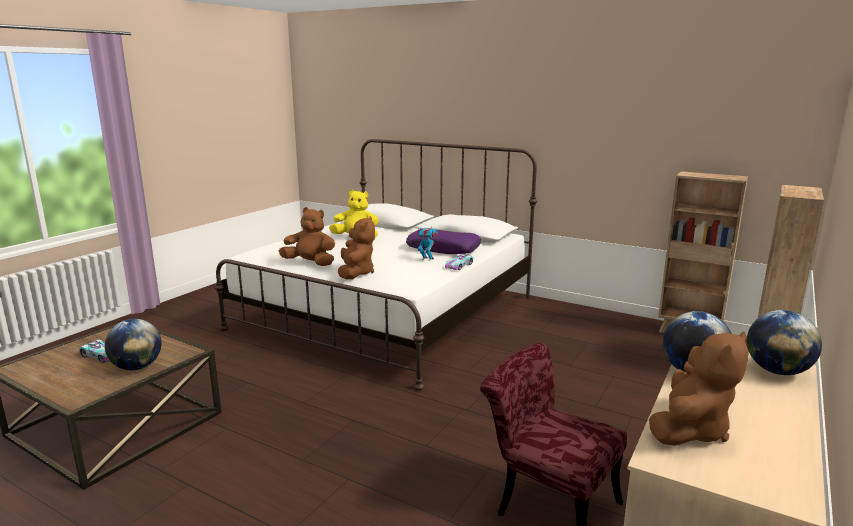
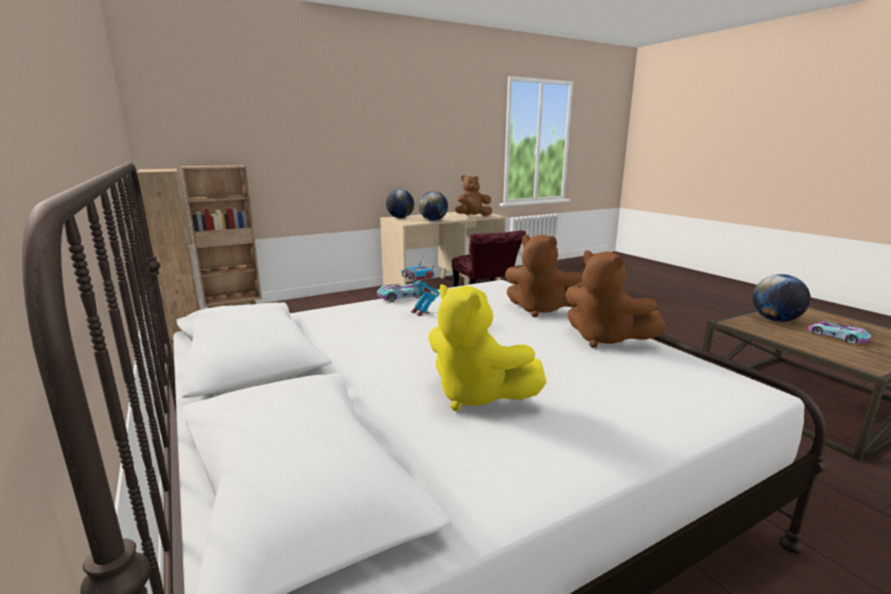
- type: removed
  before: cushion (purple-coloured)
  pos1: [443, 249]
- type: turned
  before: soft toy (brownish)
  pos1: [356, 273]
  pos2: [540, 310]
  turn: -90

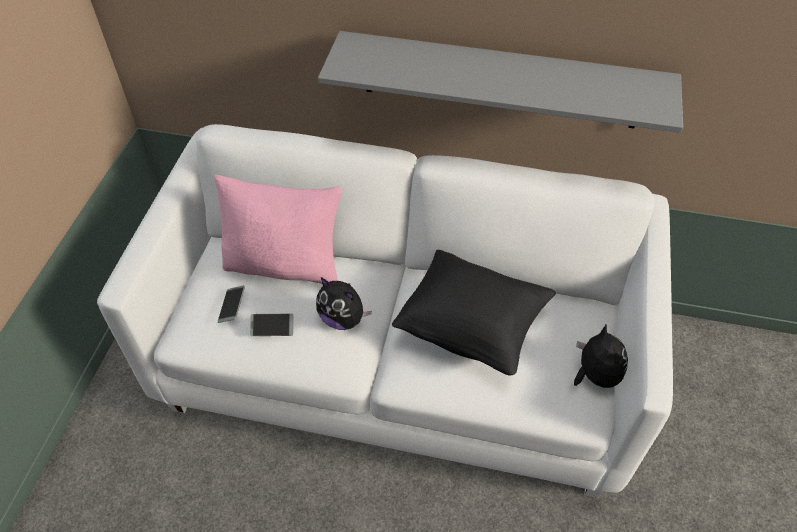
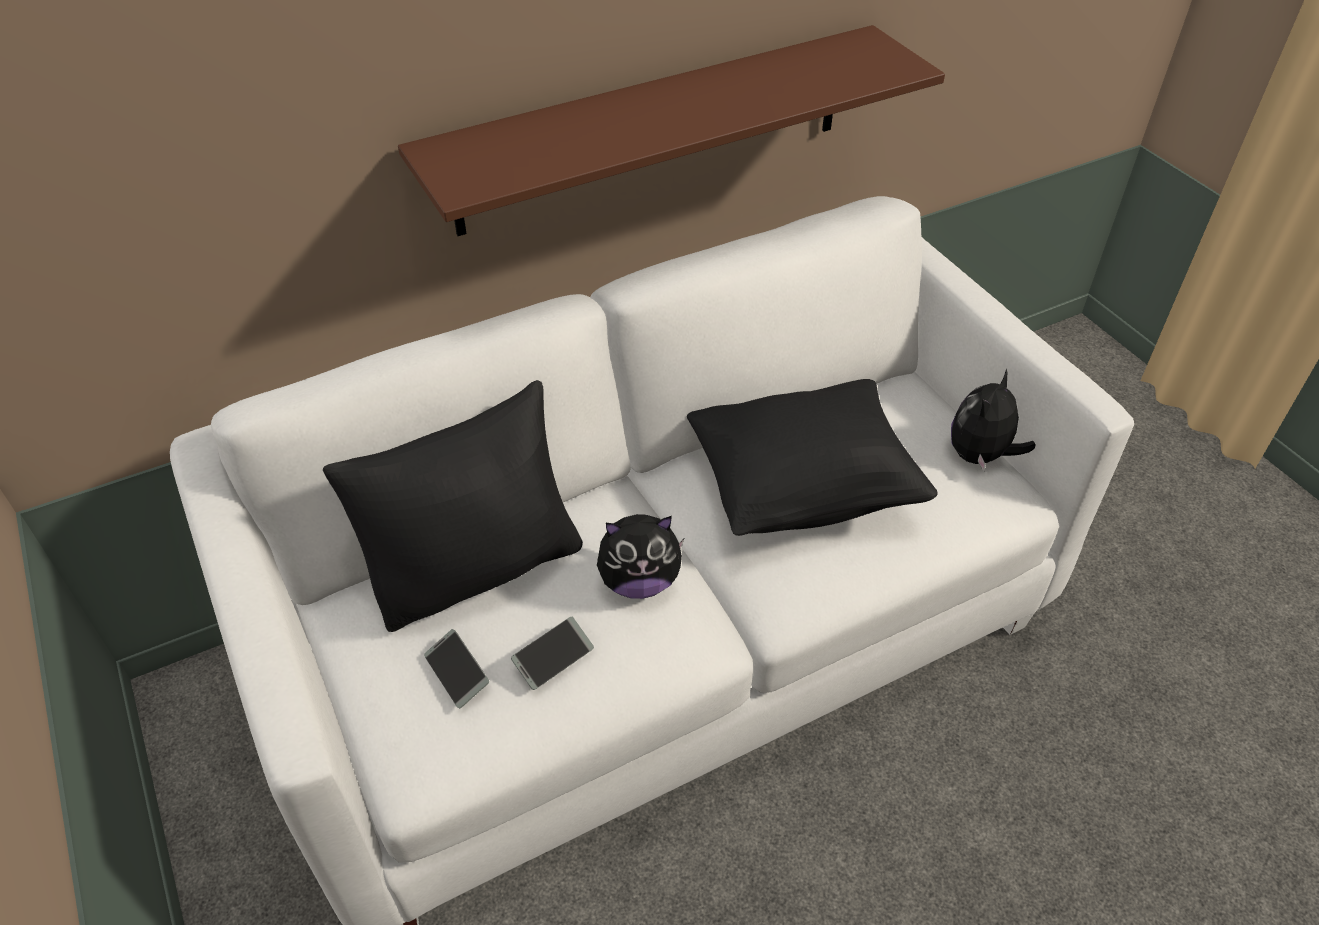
- type: recoloured
  before: cushion (pink-coloured)
  after: cushion (black)
  pos1: [285, 265]
  pos2: [477, 568]
- type: recoloured
  before: bracket shelf (gray)
  after: bracket shelf (brownish)
  pos1: [501, 80]
  pos2: [654, 130]
- type: turned
  before: soft toy
  pos1: [594, 375]
  pos2: [980, 456]
  turn: -90

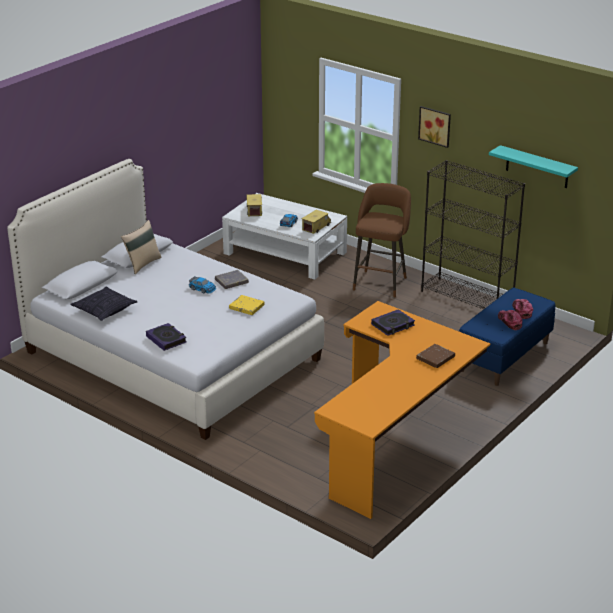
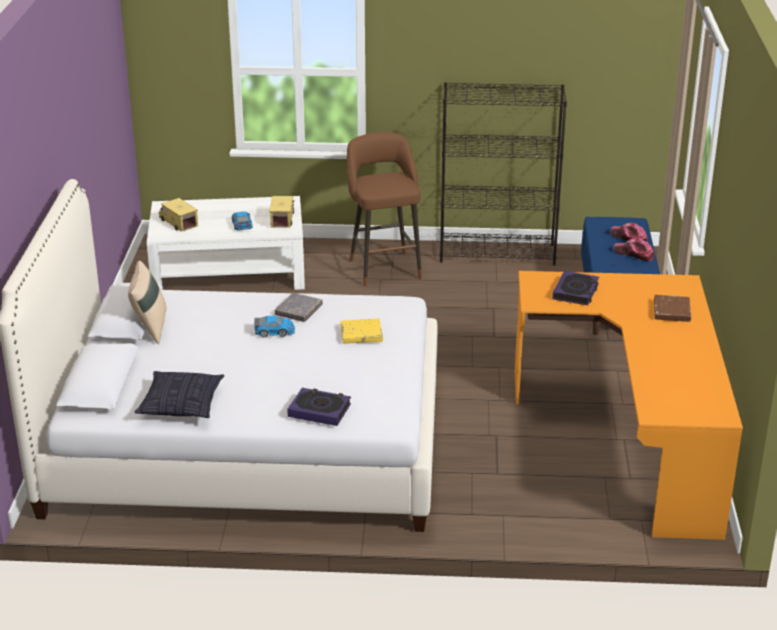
- type: removed
  before: picture
  pos1: [435, 126]
- type: removed
  before: bracket shelf (turquoise)
  pos1: [537, 167]

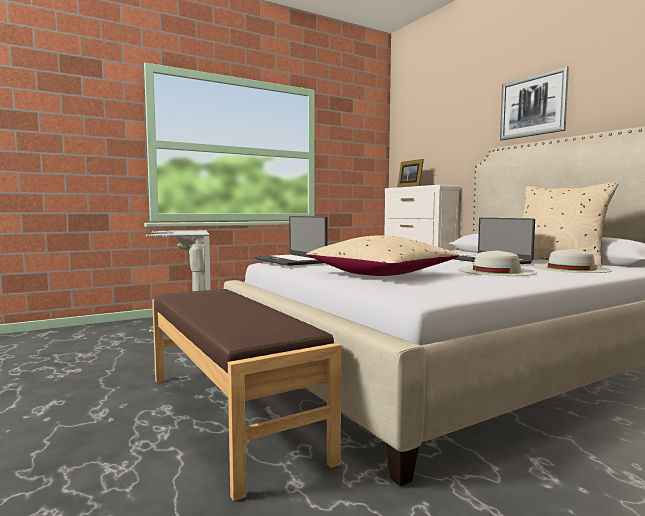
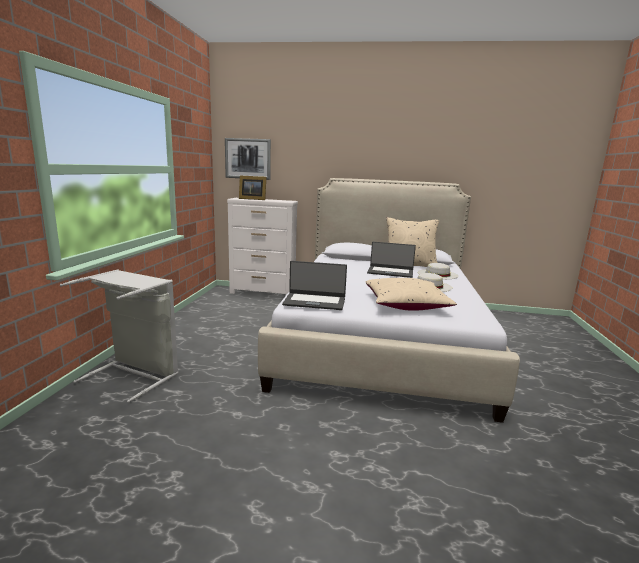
- type: removed
  before: long seat (brownish)
  pos1: [231, 414]
- type: moved
  before: picture
  pos1: [533, 106]
  pos2: [248, 158]

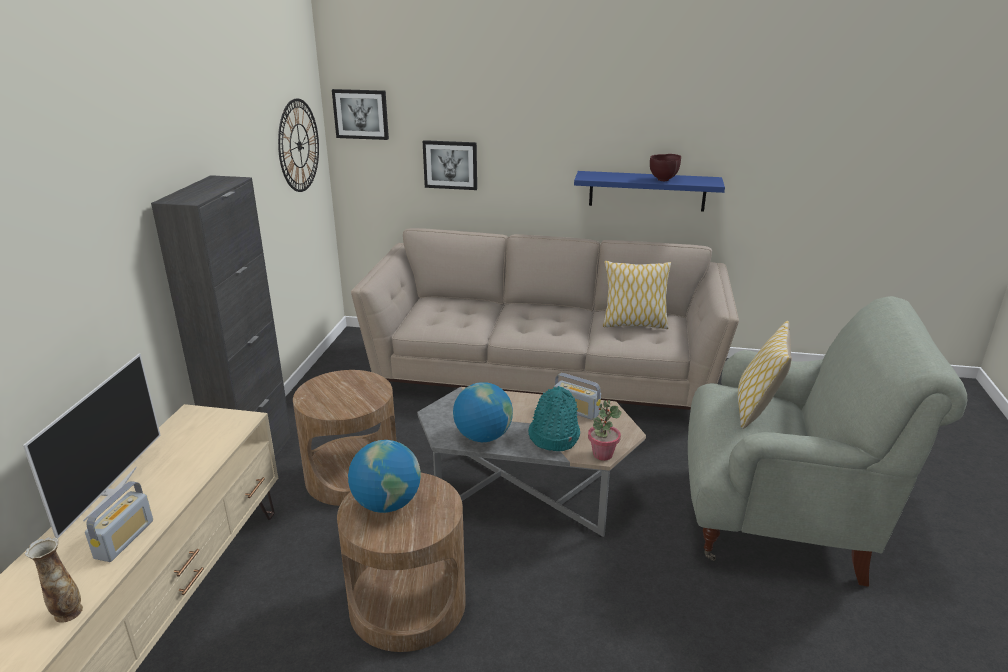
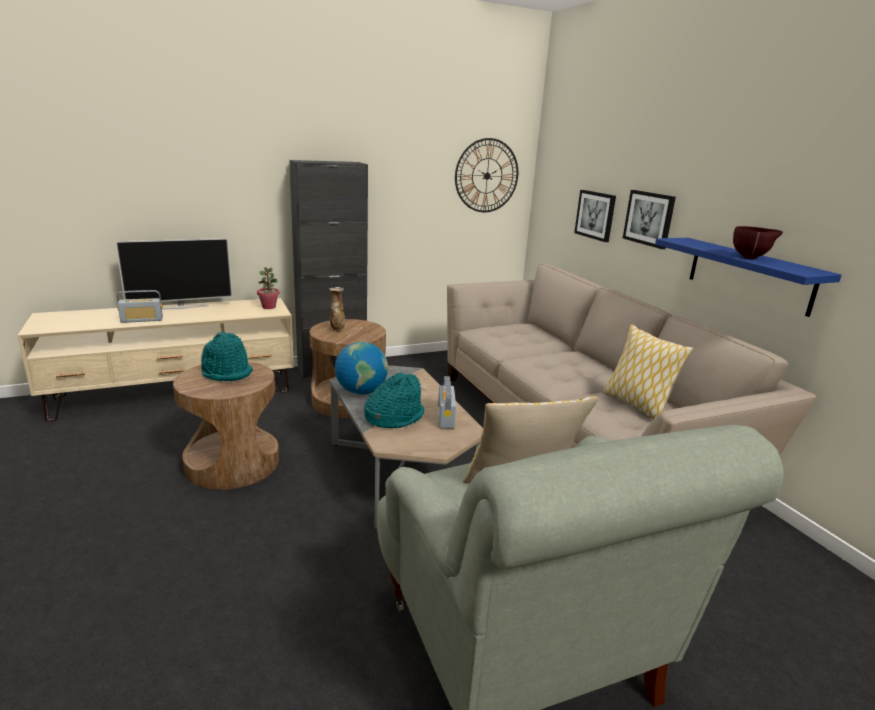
- type: moved
  before: decorative vase
  pos1: [67, 613]
  pos2: [337, 330]
- type: moved
  before: picture
  pos1: [361, 114]
  pos2: [649, 218]
- type: moved
  before: potted plant
  pos1: [602, 454]
  pos2: [269, 307]
- type: replaced
  before: globe
  after: clothing hat (turquoise)
  pos1: [386, 504]
  pos2: [227, 372]

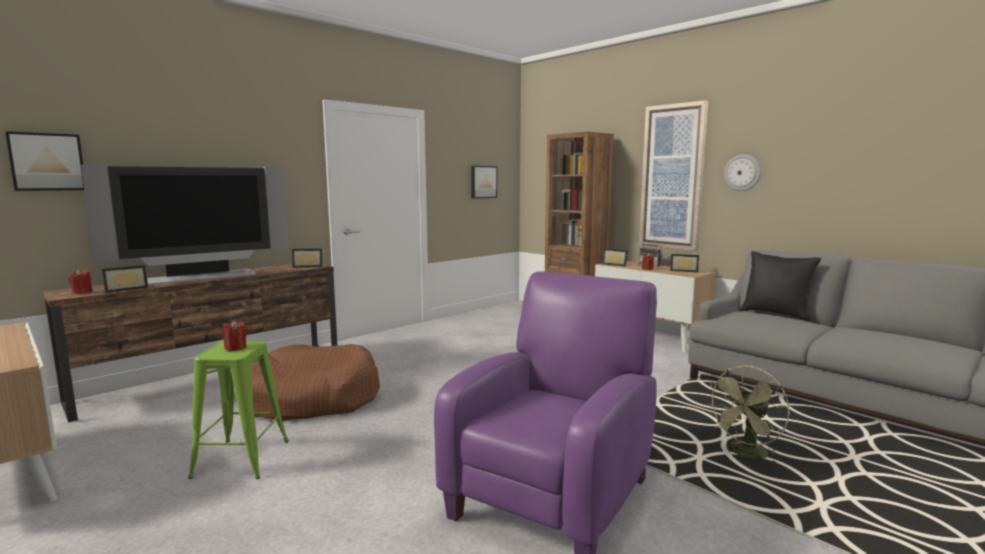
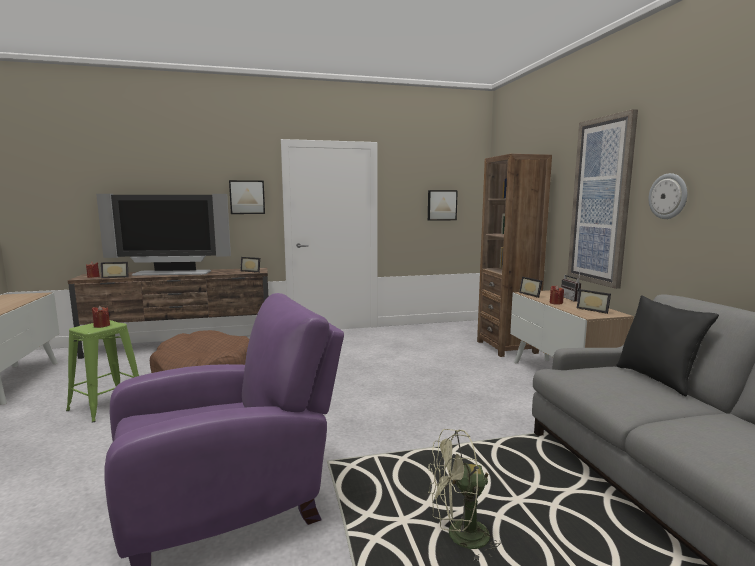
- type: moved
  before: picture
  pos1: [47, 162]
  pos2: [247, 197]

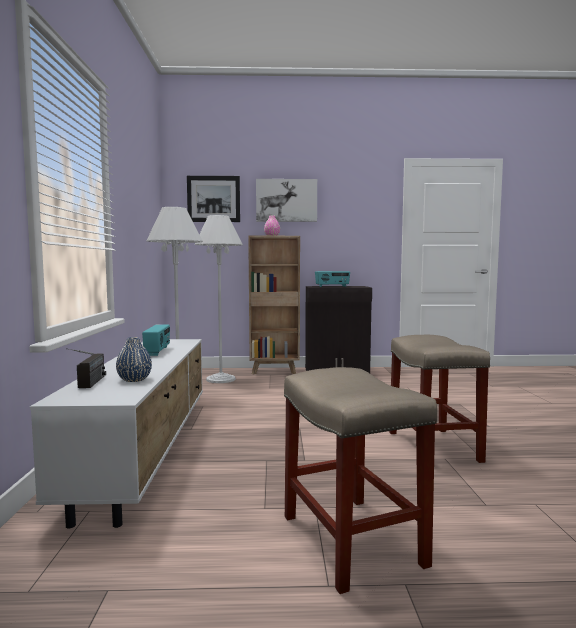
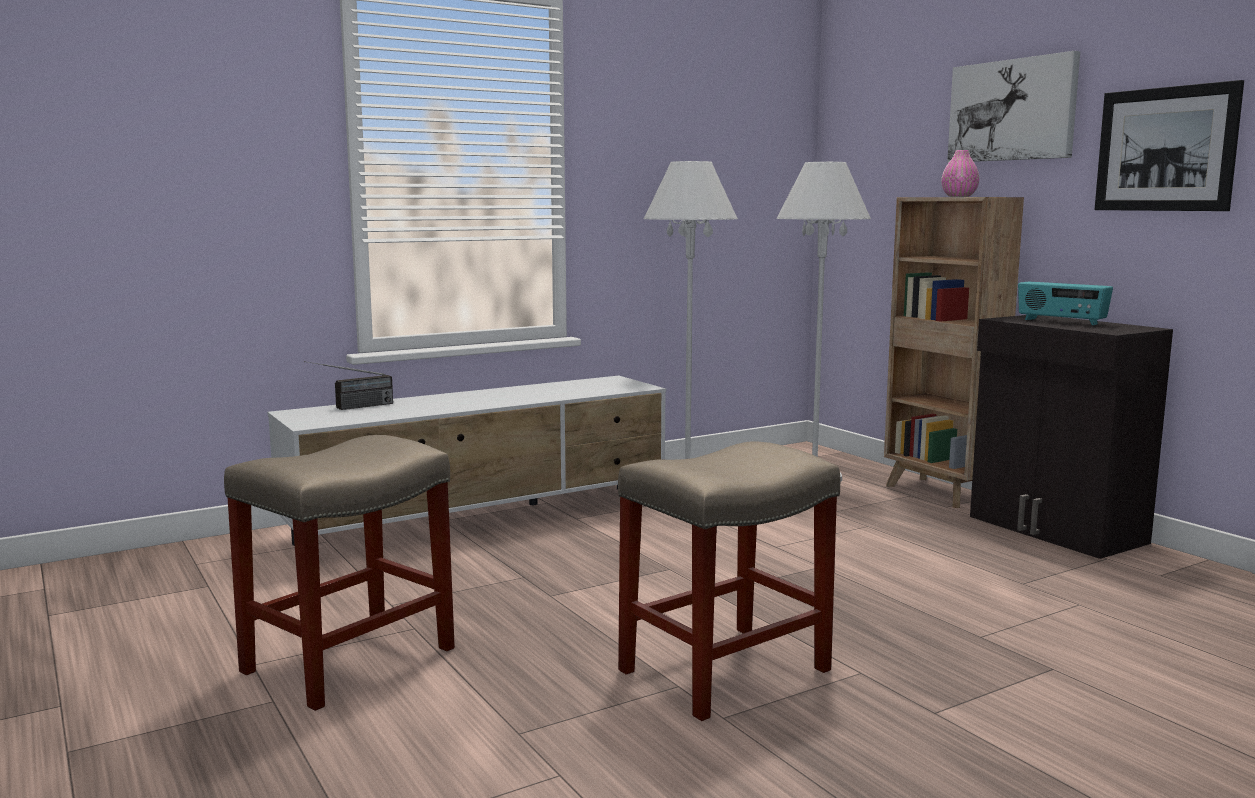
- type: removed
  before: decorative vase (blue)
  pos1: [134, 379]
- type: removed
  before: radio set
  pos1: [158, 351]
- type: moved
  before: picture
  pos1: [213, 199]
  pos2: [1165, 149]

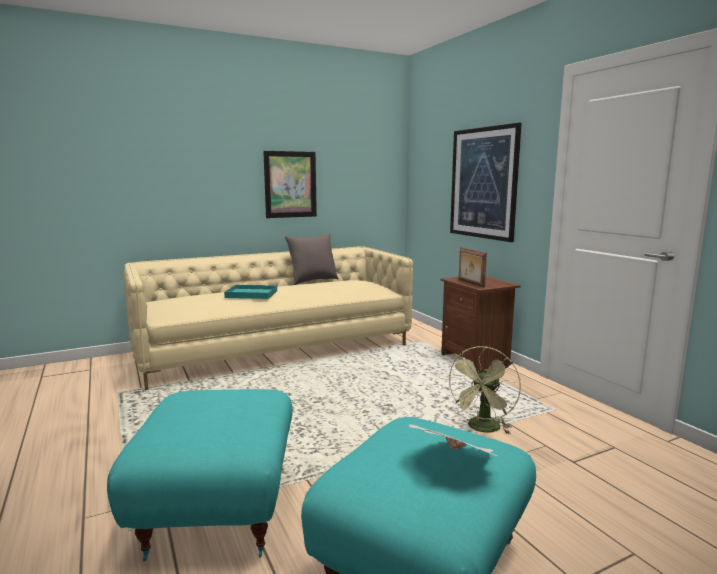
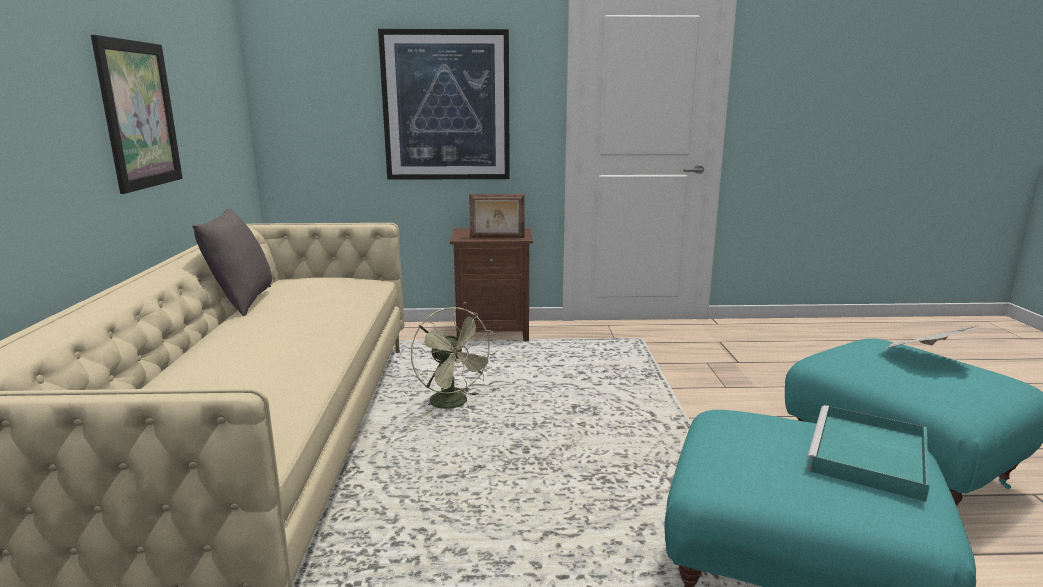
- type: moved
  before: serving tray (turquoise)
  pos1: [250, 294]
  pos2: [869, 457]
- type: moved
  before: fan (greenish)
  pos1: [483, 429]
  pos2: [454, 404]

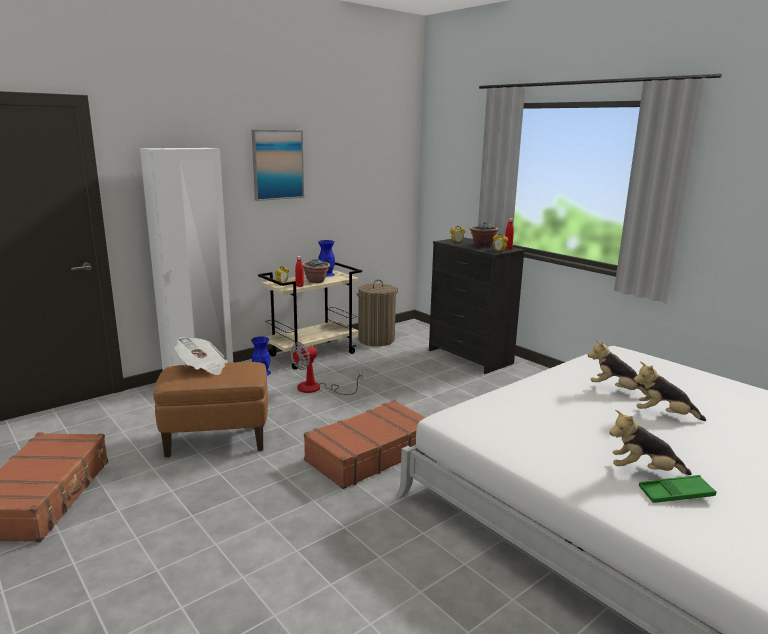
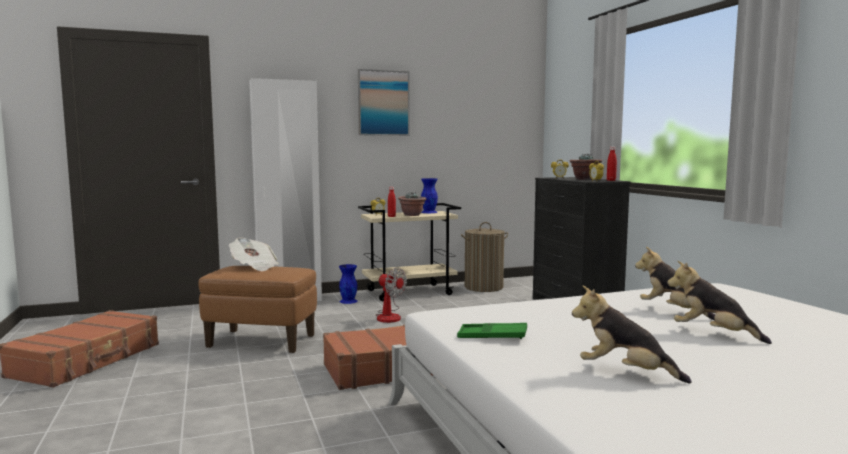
- type: moved
  before: serving tray (greenish)
  pos1: [675, 494]
  pos2: [492, 336]
- type: turned
  before: fan
  pos1: [317, 389]
  pos2: [389, 316]
  turn: -120

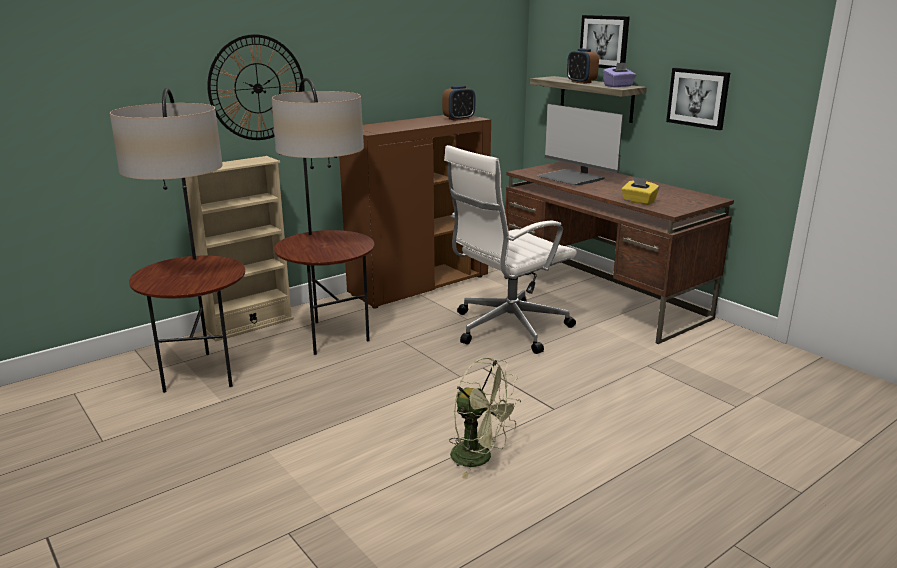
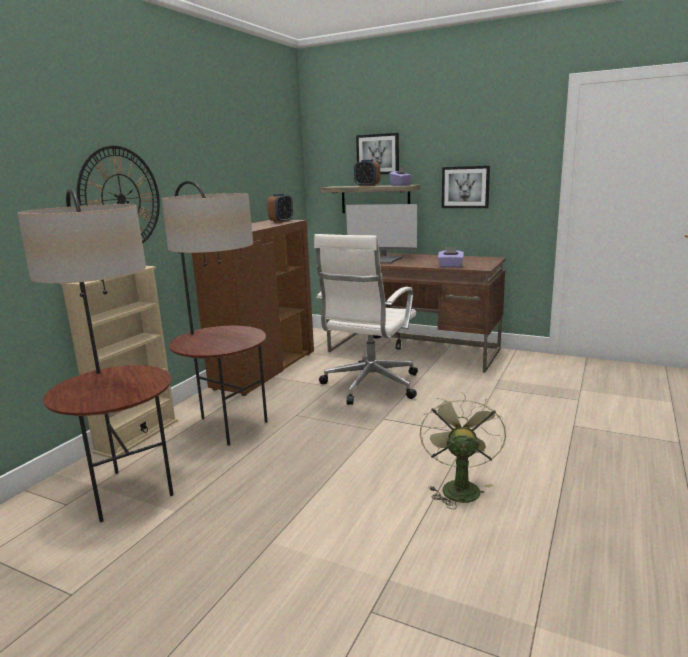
- type: recoloured
  before: box of tissues (yellow)
  after: box of tissues (purple-coloured)
  pos1: [638, 201]
  pos2: [450, 266]
- type: turned
  before: fan (greenish)
  pos1: [480, 458]
  pos2: [459, 487]
  turn: -90

